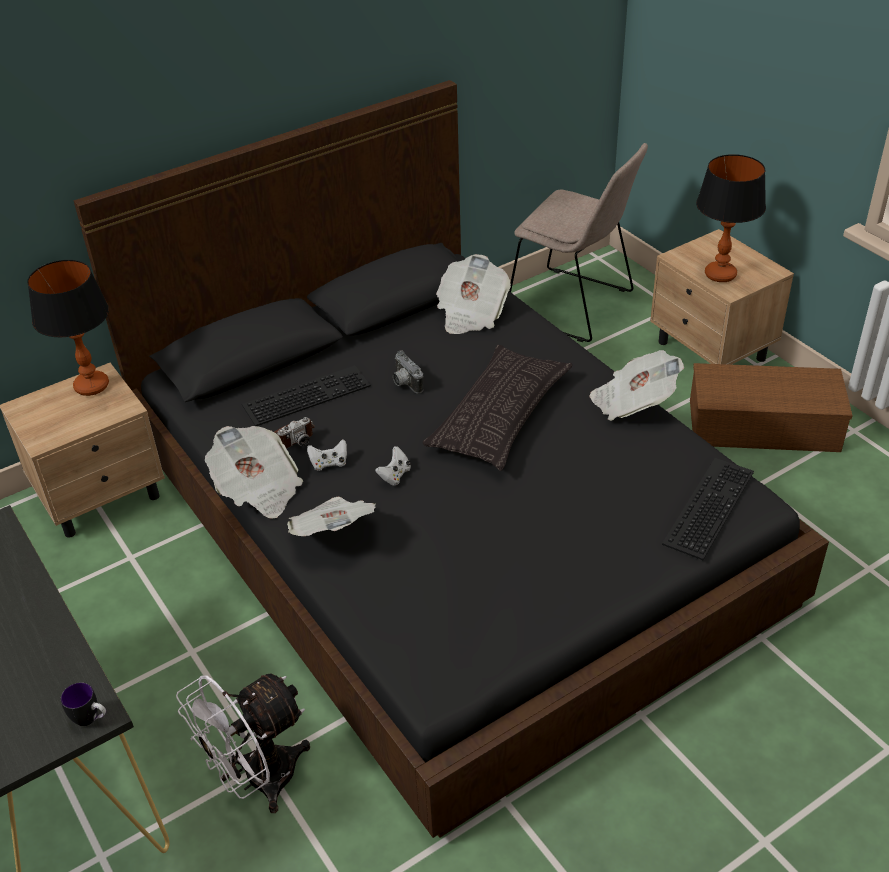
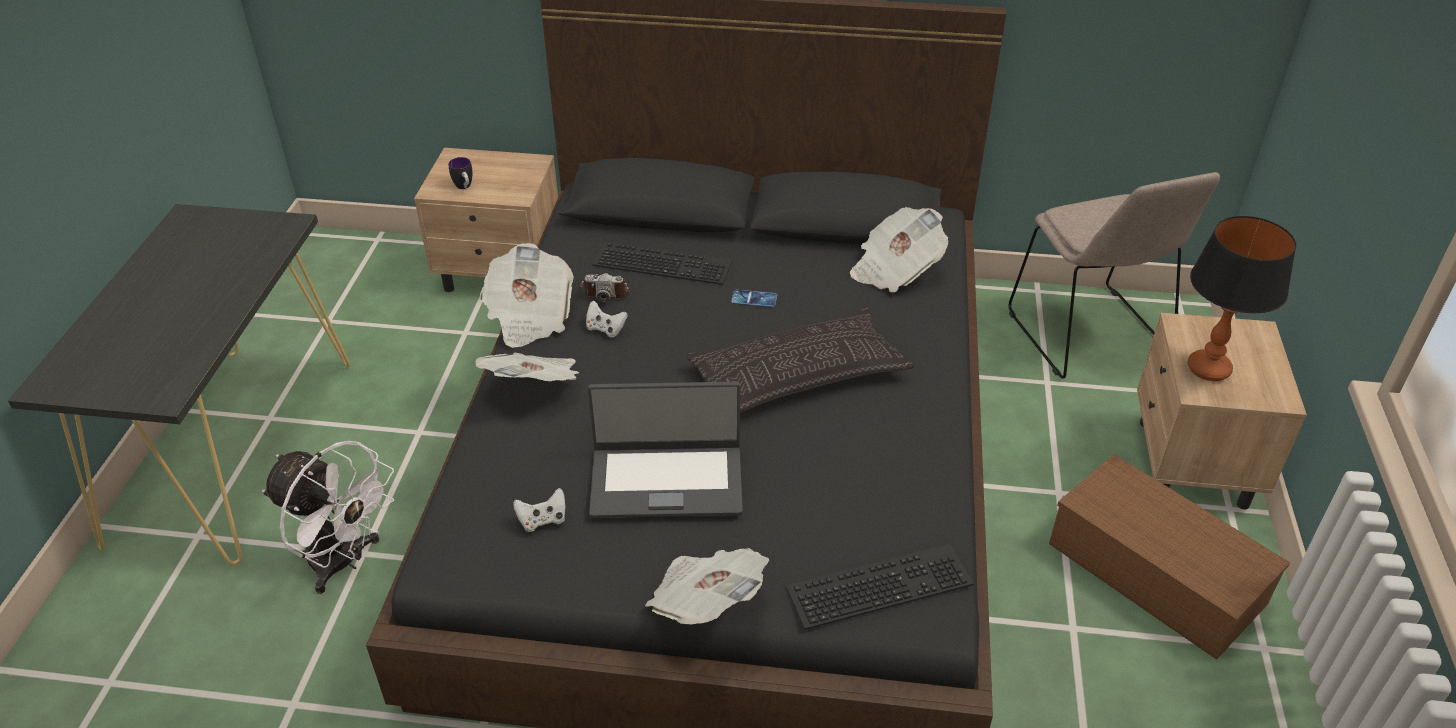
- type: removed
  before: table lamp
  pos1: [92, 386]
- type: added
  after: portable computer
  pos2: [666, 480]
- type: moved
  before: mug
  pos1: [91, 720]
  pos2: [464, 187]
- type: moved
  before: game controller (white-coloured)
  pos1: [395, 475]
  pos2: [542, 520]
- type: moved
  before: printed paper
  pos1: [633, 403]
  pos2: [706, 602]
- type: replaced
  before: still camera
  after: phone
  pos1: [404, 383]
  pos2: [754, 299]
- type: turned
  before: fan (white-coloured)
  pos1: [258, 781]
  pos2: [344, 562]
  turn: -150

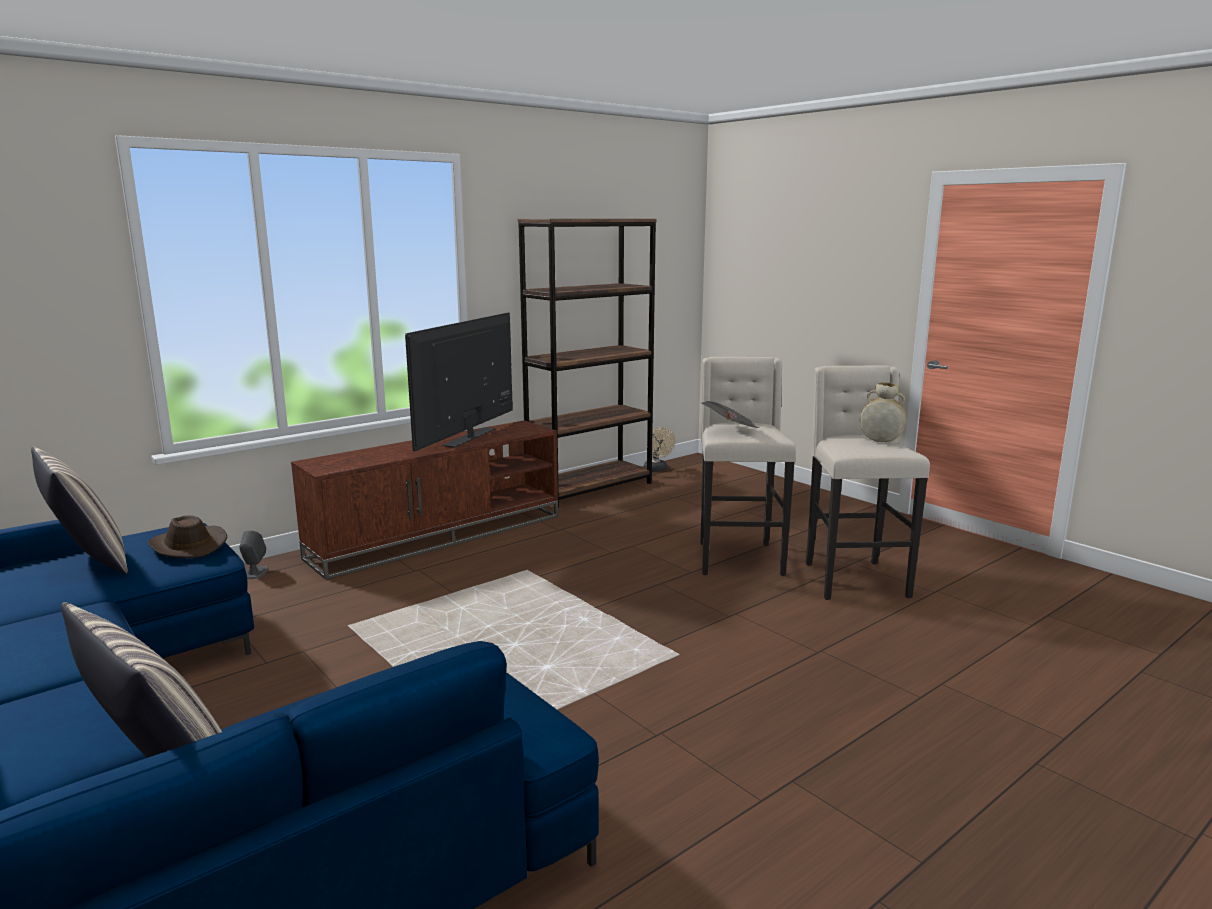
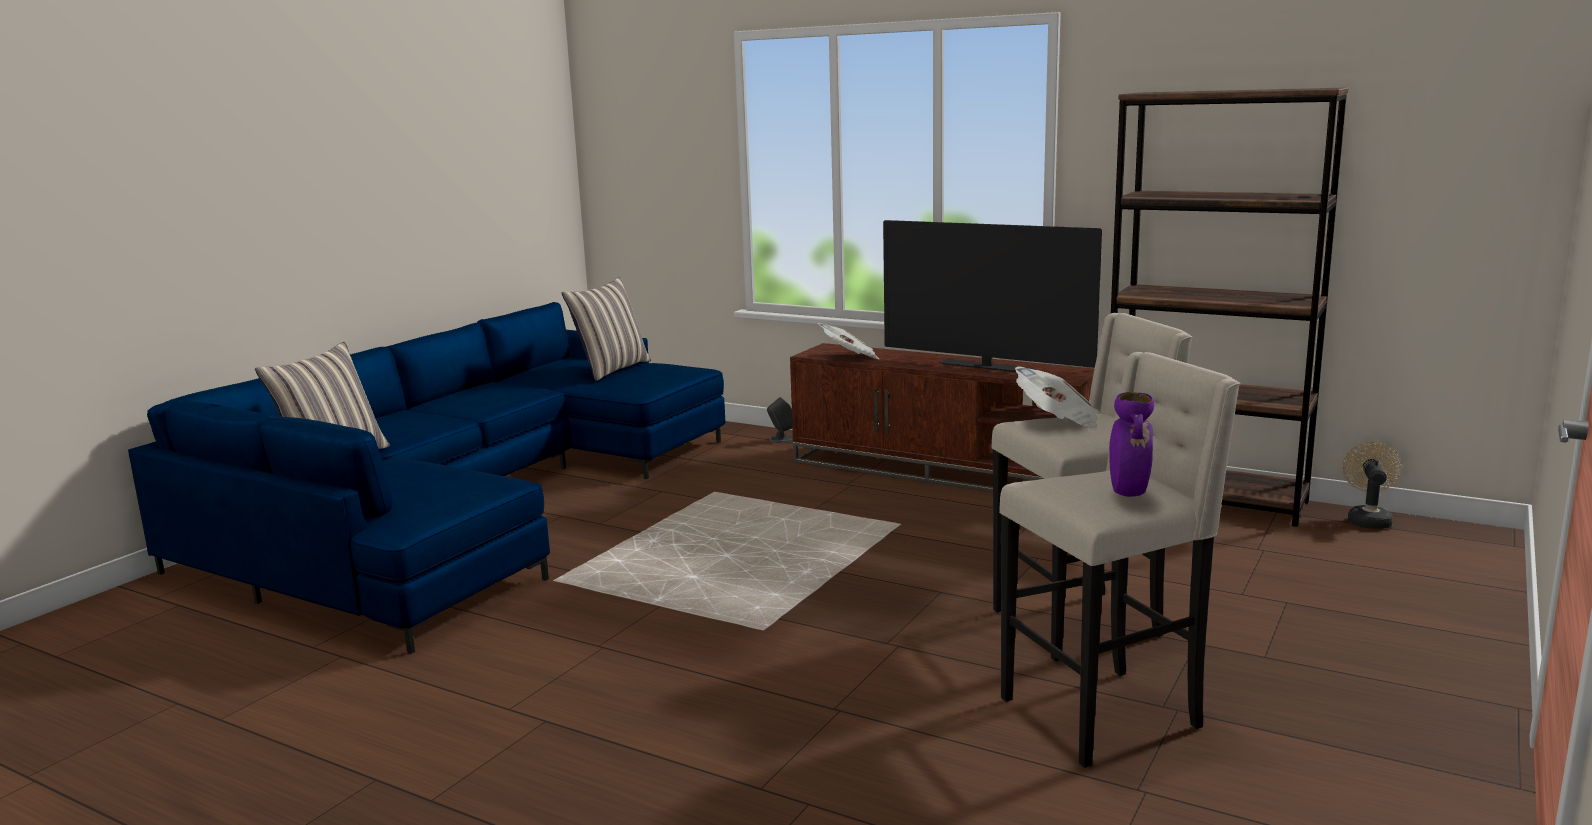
- type: removed
  before: clothing hat (brownish)
  pos1: [187, 546]
- type: added
  after: printed paper
  pos2: [850, 357]
- type: recoloured
  before: decorative vase (beige-coloured)
  after: decorative vase (purple-coloured)
  pos1: [880, 441]
  pos2: [1128, 494]
- type: turned
  before: TV
  pos1: [469, 438]
  pos2: [986, 367]
  turn: -150
- type: turned
  before: fan (beige-coloured)
  pos1: [657, 469]
  pos2: [1368, 519]
  turn: 150

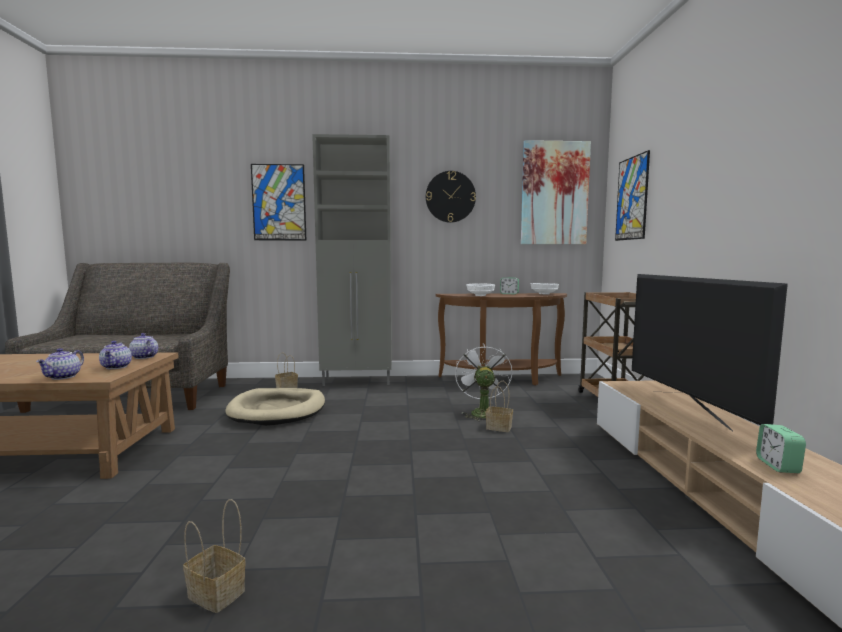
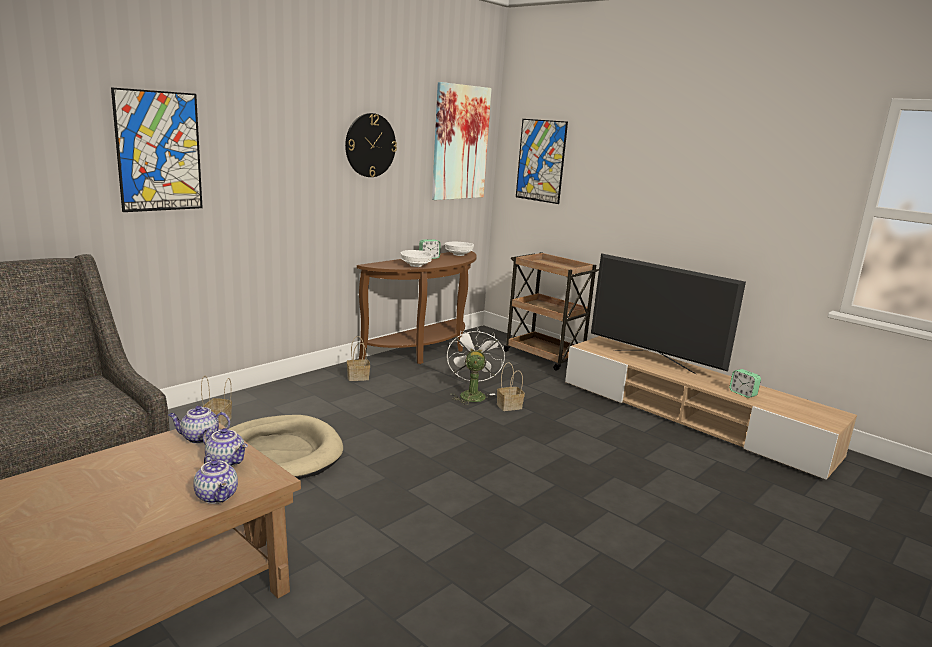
- type: removed
  before: storage cabinet (gray)
  pos1: [358, 381]
- type: moved
  before: basket
  pos1: [218, 594]
  pos2: [358, 377]
- type: turned
  before: fan (white-coloured)
  pos1: [481, 412]
  pos2: [471, 394]
  turn: 45

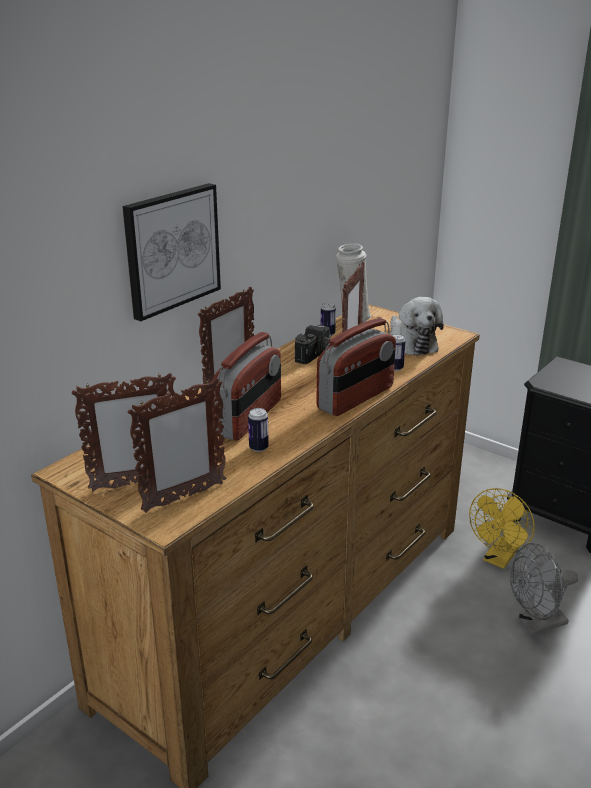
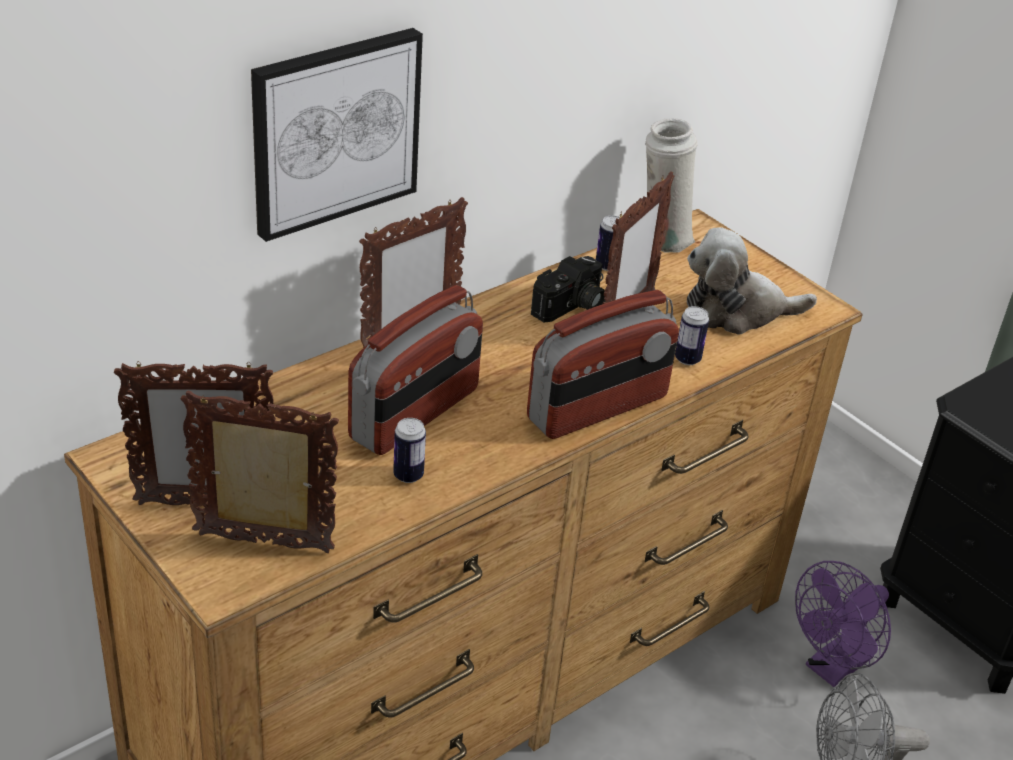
- type: recoloured
  before: fan (yellow)
  after: fan (purple-coloured)
  pos1: [498, 559]
  pos2: [832, 668]
- type: turned
  before: picture frame
  pos1: [183, 497]
  pos2: [264, 544]
  turn: -150
- type: turned
  before: soft toy
  pos1: [411, 343]
  pos2: [737, 311]
  turn: 90

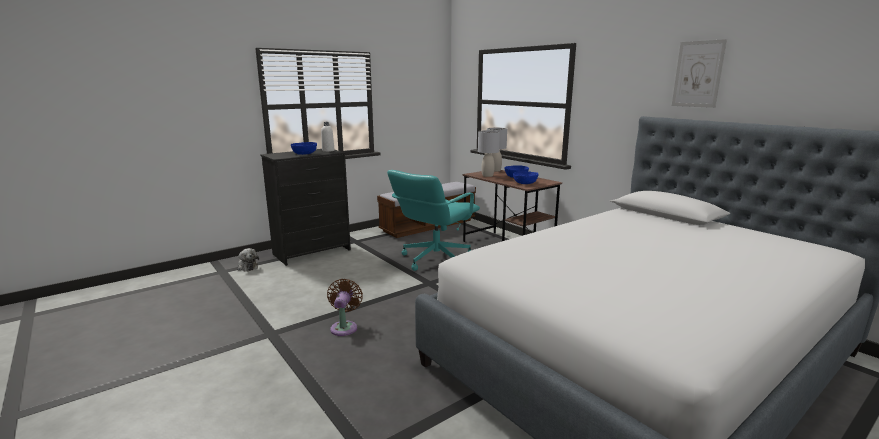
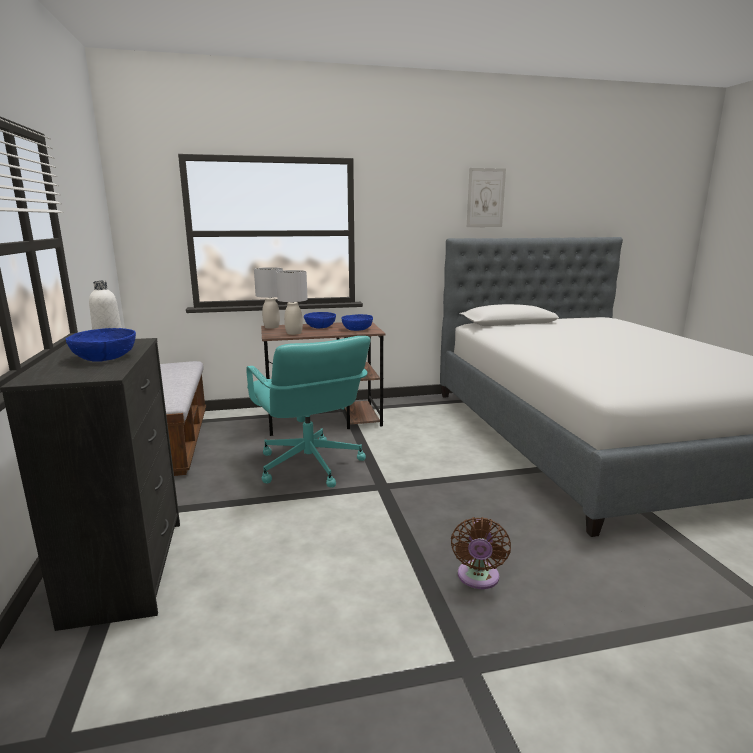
- type: removed
  before: soft toy
  pos1: [247, 267]
- type: turned
  before: fan (brownish)
  pos1: [344, 327]
  pos2: [477, 578]
  turn: -105

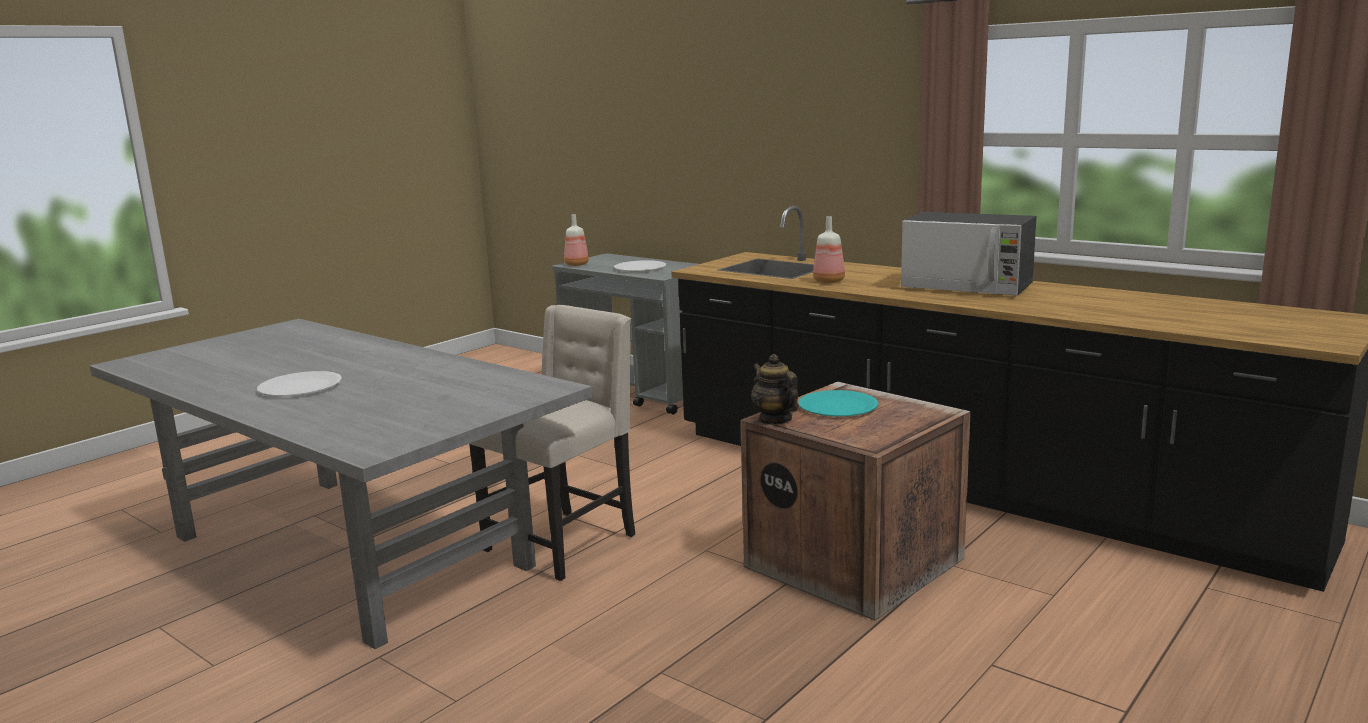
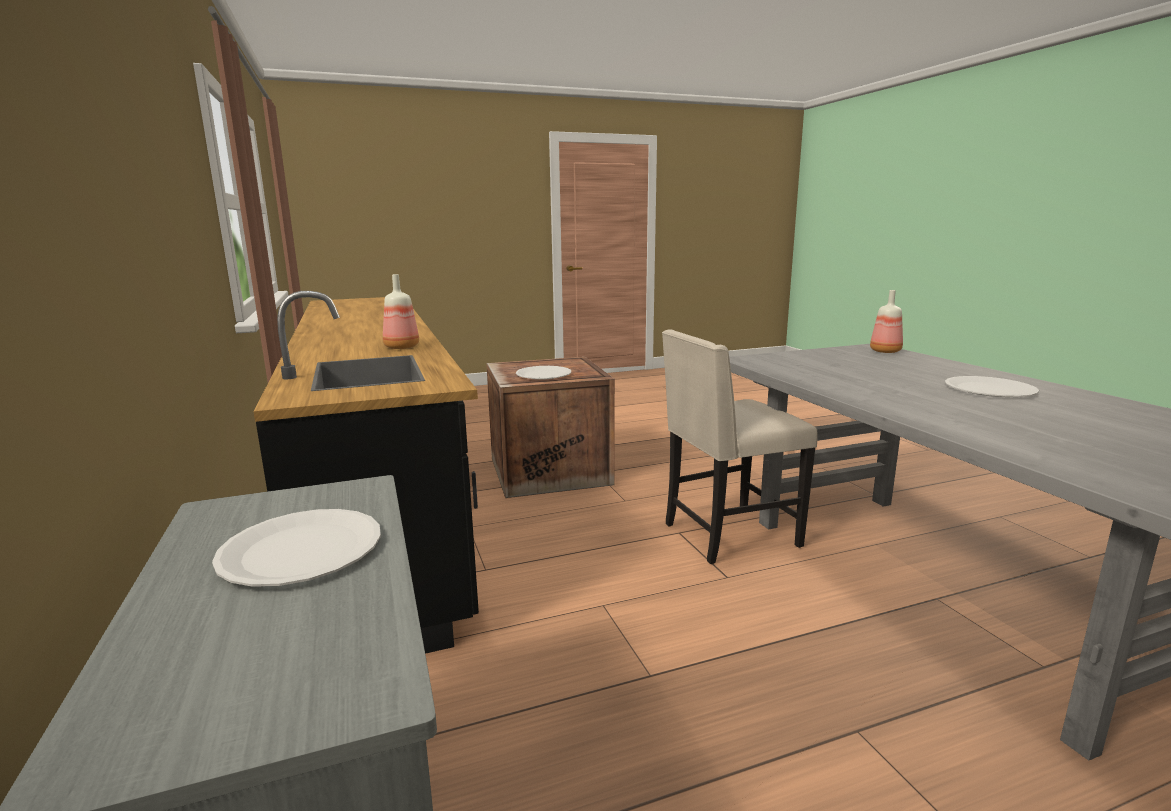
- type: removed
  before: tea pot
  pos1: [774, 419]
- type: removed
  before: microwave
  pos1: [967, 287]
- type: moved
  before: bottle
  pos1: [576, 264]
  pos2: [885, 351]
- type: recoloured
  before: flat dish (turquoise)
  after: flat dish (white-coloured)
  pos1: [838, 406]
  pos2: [543, 374]

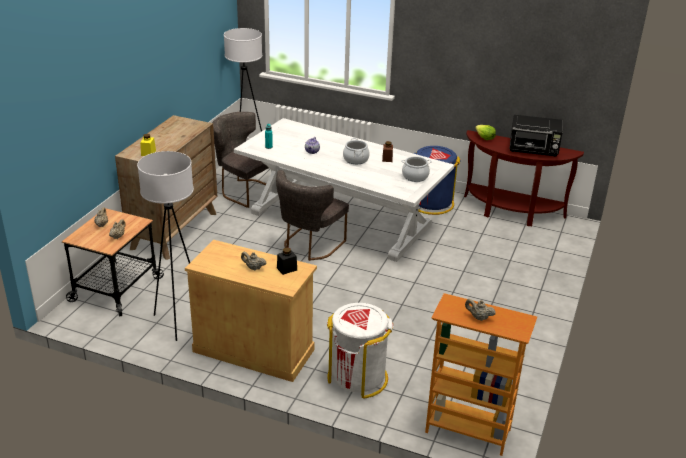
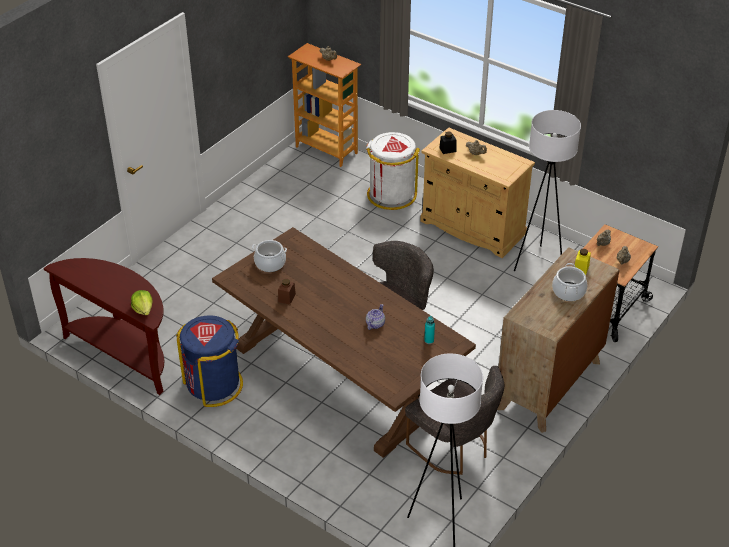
- type: removed
  before: microwave (black)
  pos1: [534, 150]
- type: moved
  before: saucepot
  pos1: [356, 159]
  pos2: [568, 292]
- type: recoloured
  before: dining table (white-coloured)
  after: dining table (brownish)
  pos1: [341, 219]
  pos2: [340, 374]

